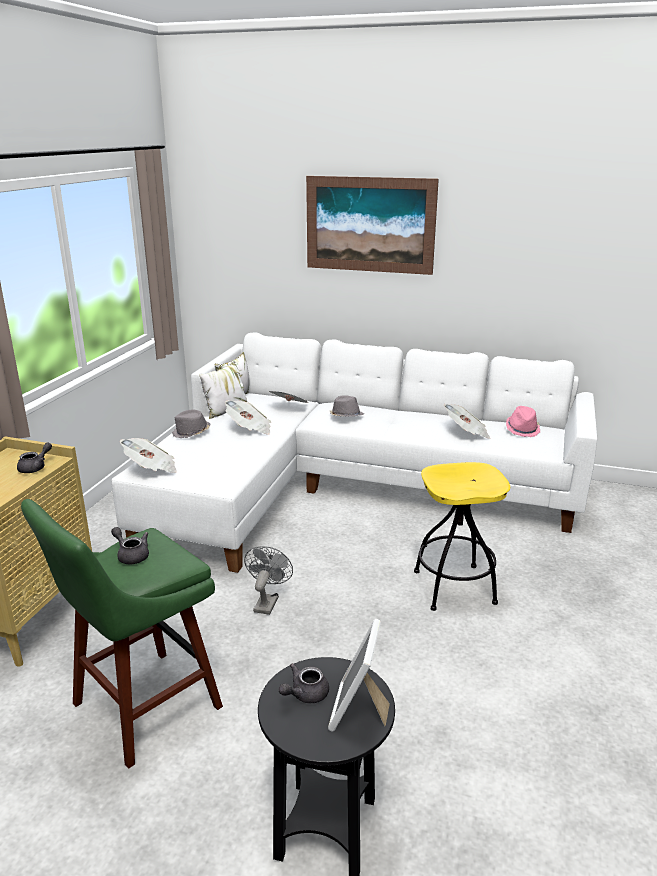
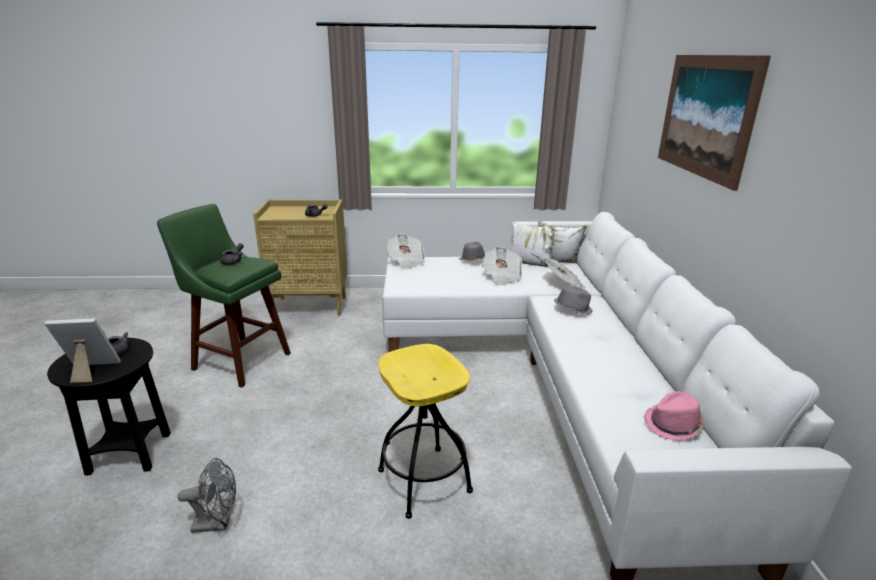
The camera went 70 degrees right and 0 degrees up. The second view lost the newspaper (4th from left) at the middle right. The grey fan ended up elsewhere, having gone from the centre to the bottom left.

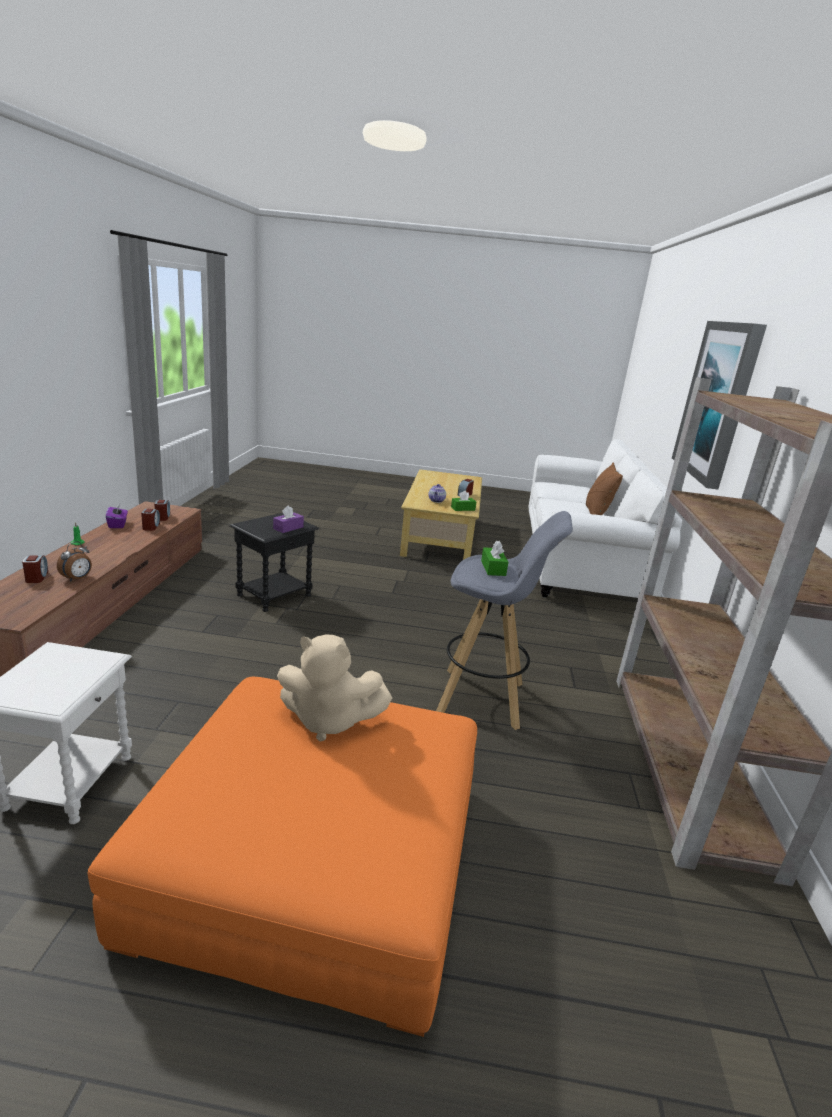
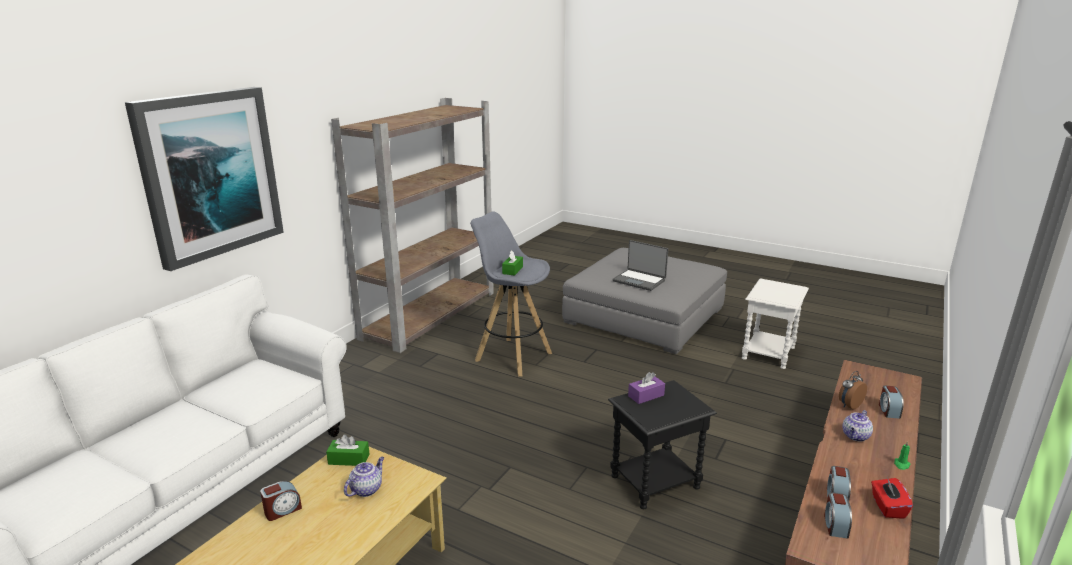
The camera went 155 degrees left and 0 degrees up. The second view lost the brown pillow at the middle right. What was the purple tissue box (1st from left) at the middle left turned into the red tissue box at the bottom right. Where the beige plush toy stood at the centre, the laptop came to stand at the centre. What was the orange ottoman at the bottom centre turned into the grey ottoman at the centre. The second view gained the teapot (2nd from left) at the bottom right.

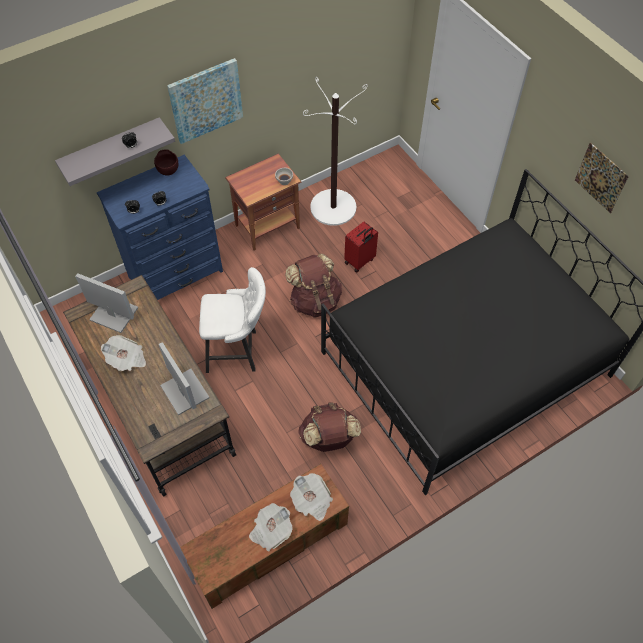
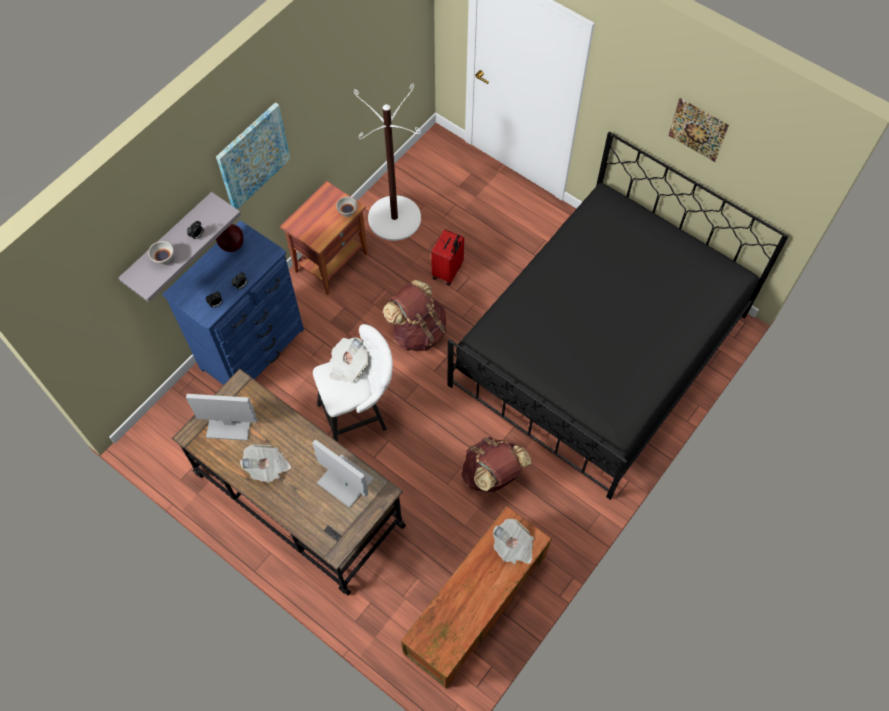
The camera went 20 degrees left and 5 degrees up. The newspaper (2nd from left) ended up elsewhere, having gone from the bottom centre to the centre. The second view gained the white bowl (1st from left) at the middle left.

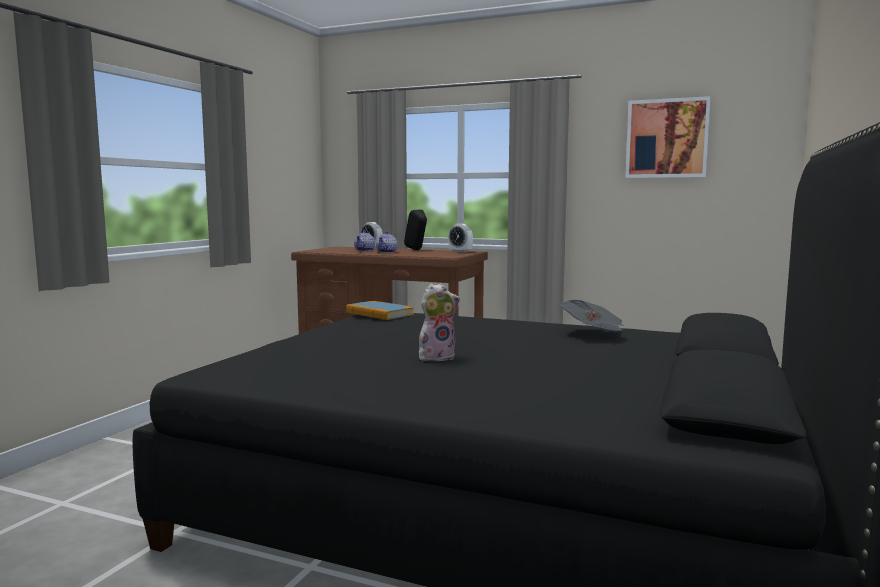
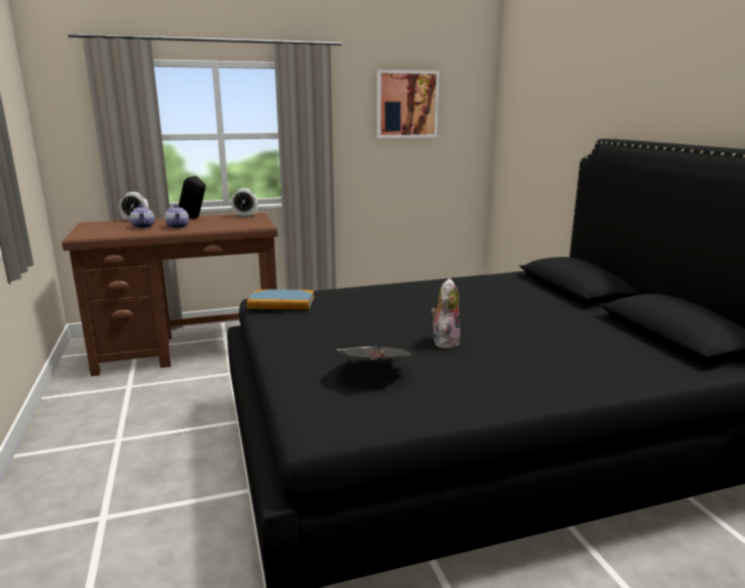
The camera went 40 degrees left and 10 degrees up. The newspaper ended up elsewhere, having gone from the middle right to the centre.

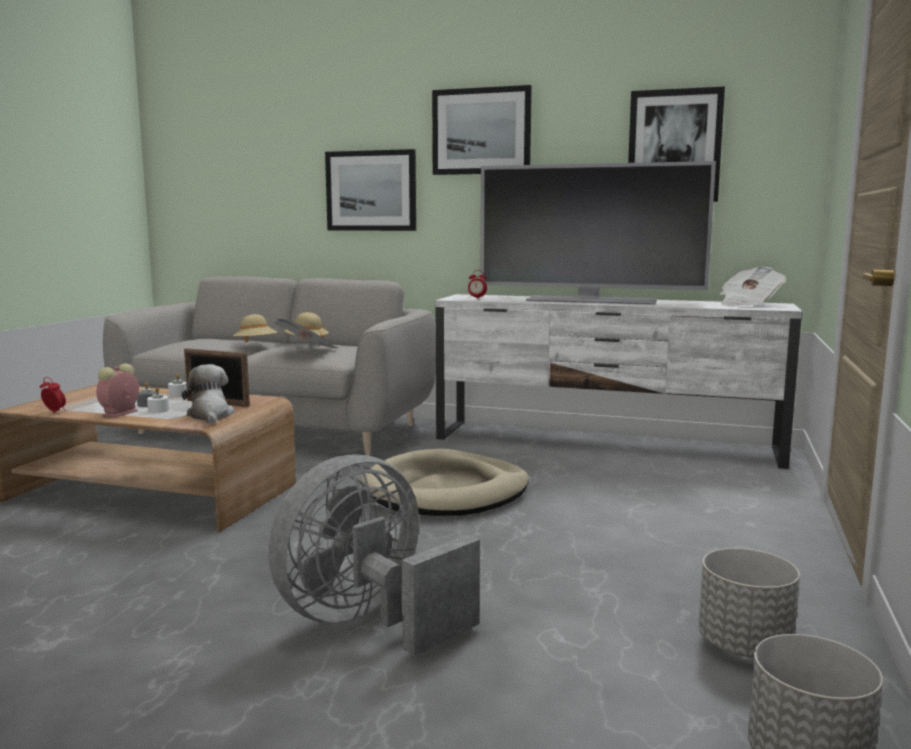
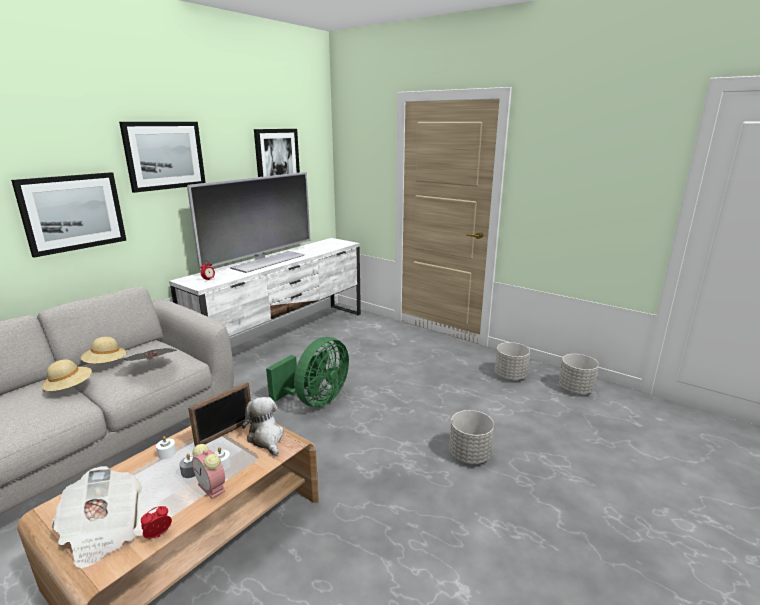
The camera went 70 degrees left and 10 degrees up. The newspaper (2nd from left in the first image) ended up elsewhere, having gone from the middle right to the bottom left. The plush toy at the middle left ended up facing another way, 60 degrees clockwise from before. Where the beige dog bed stood at the centre, the green fan came to stand at the centre. Where the grey fan stood at the bottom centre, the grey planter (1st from left) came to stand at the bottom centre.

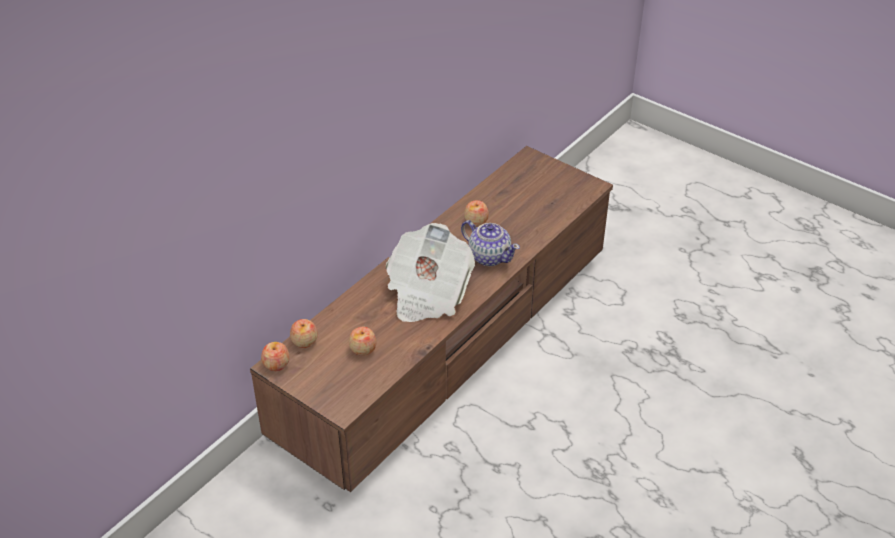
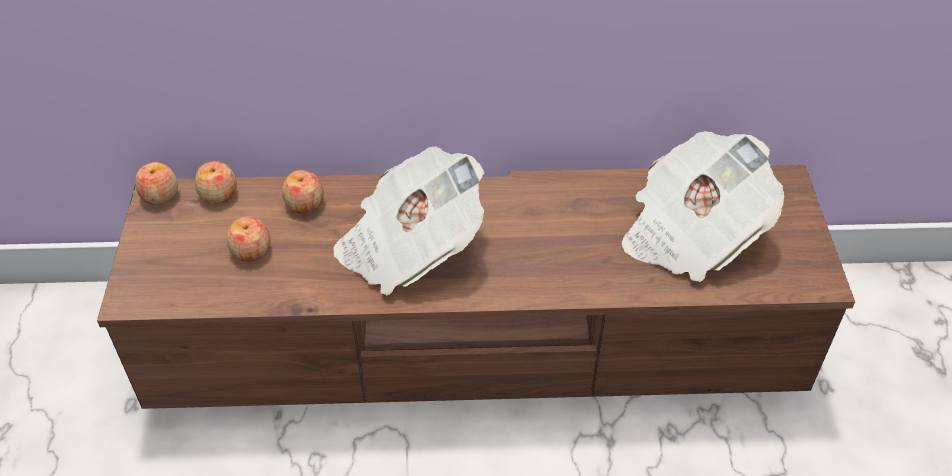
The camera went 50 degrees right and 5 degrees up. The apple (4th from left) ended up elsewhere, having gone from the centre to the middle left. The second view lost the teapot at the centre. The second view gained the newspaper (2nd from left) at the middle right.

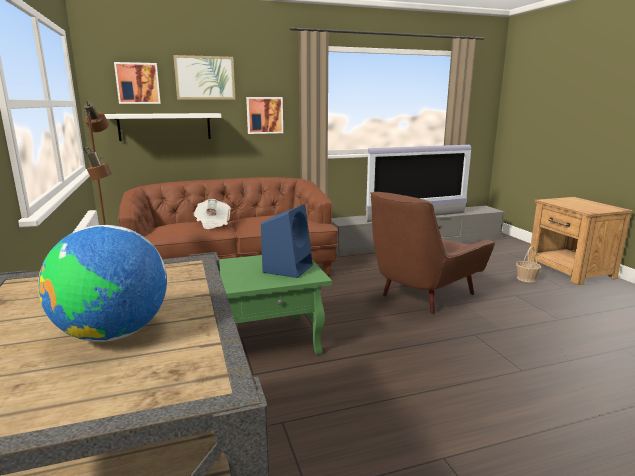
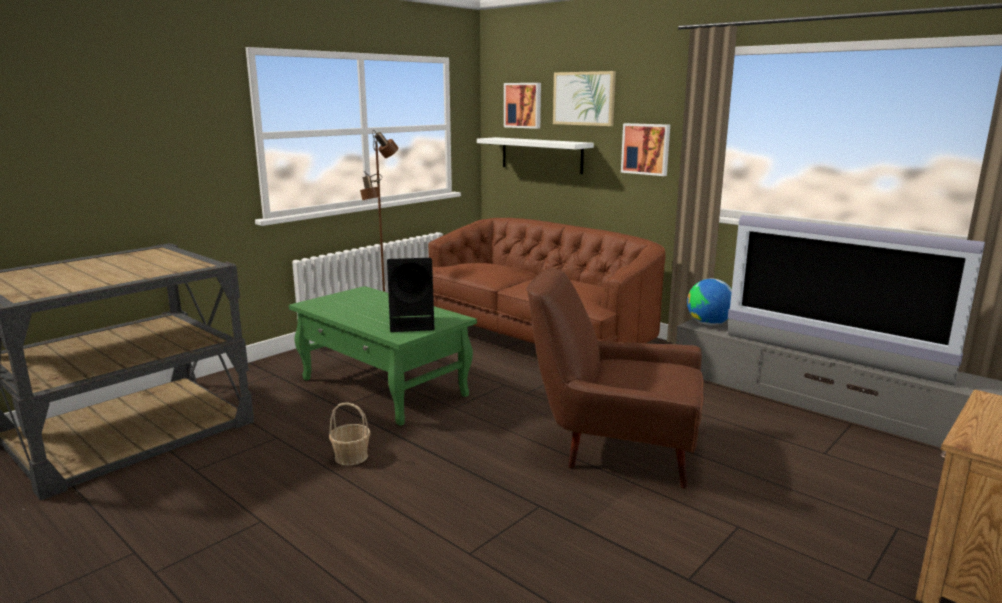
The camera went 60 degrees right and 0 degrees up. The second view lost the newspaper at the centre. What was the blue speaker at the centre turned into the black speaker at the centre. The globe ended up elsewhere, having gone from the middle left to the middle right. The basket ended up elsewhere, having gone from the middle right to the bottom centre.

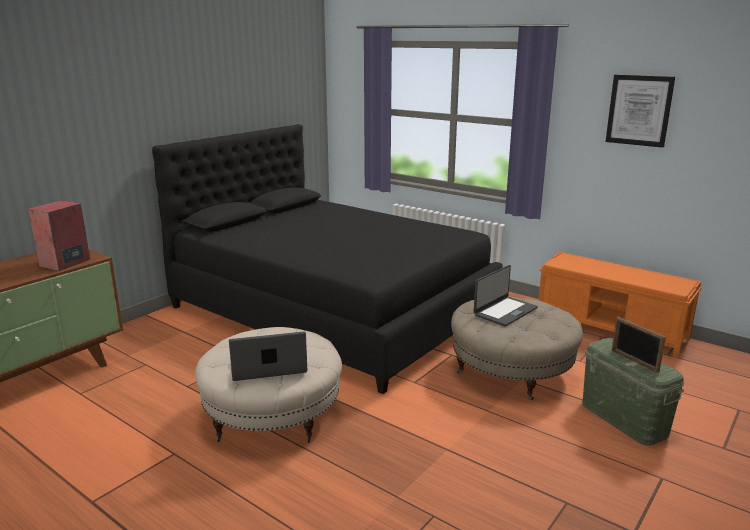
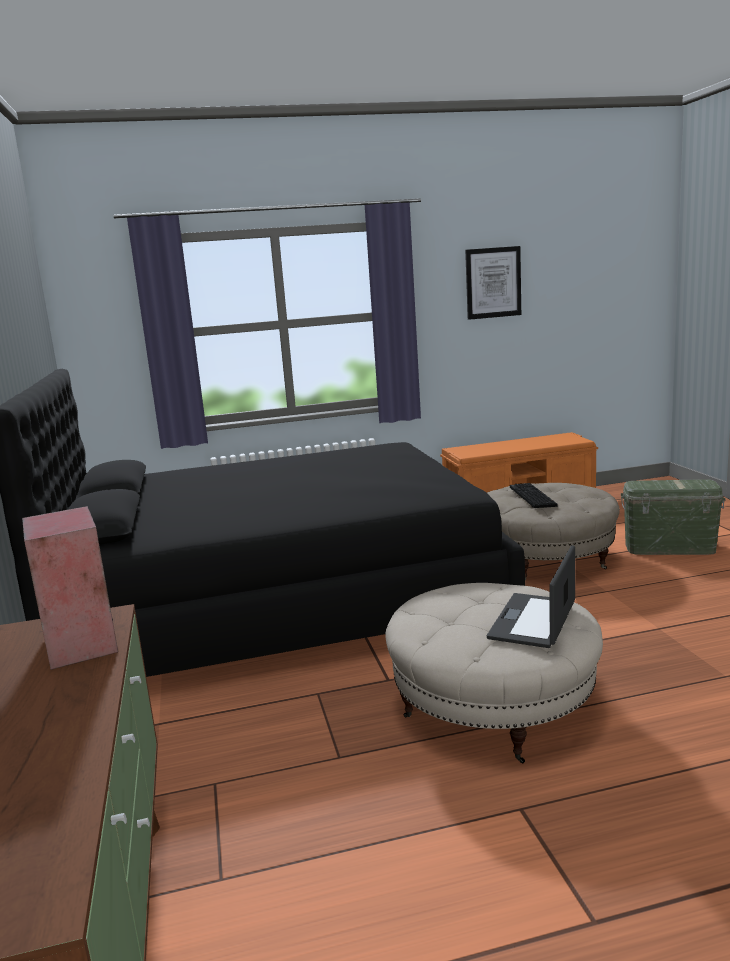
The camera went 50 degrees left and 5 degrees down. Where the laptop (2nd from left) stood at the middle right, the keyboard came to stand at the middle right. The second view lost the picture frame at the middle right.

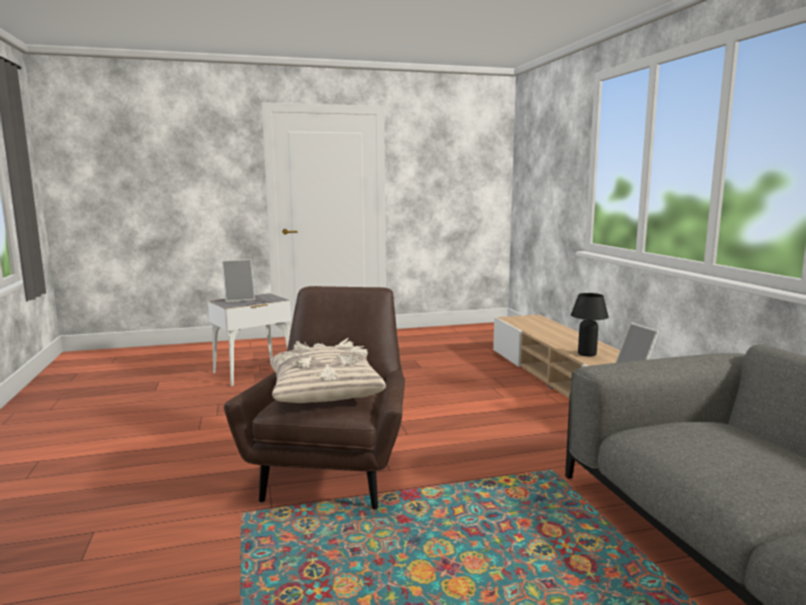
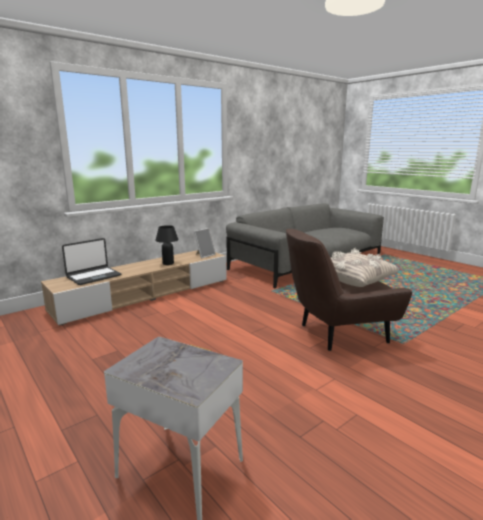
The camera went 115 degrees left and 5 degrees up. The second view lost the picture frame (1st from left) at the middle left. The second view gained the laptop at the middle left.

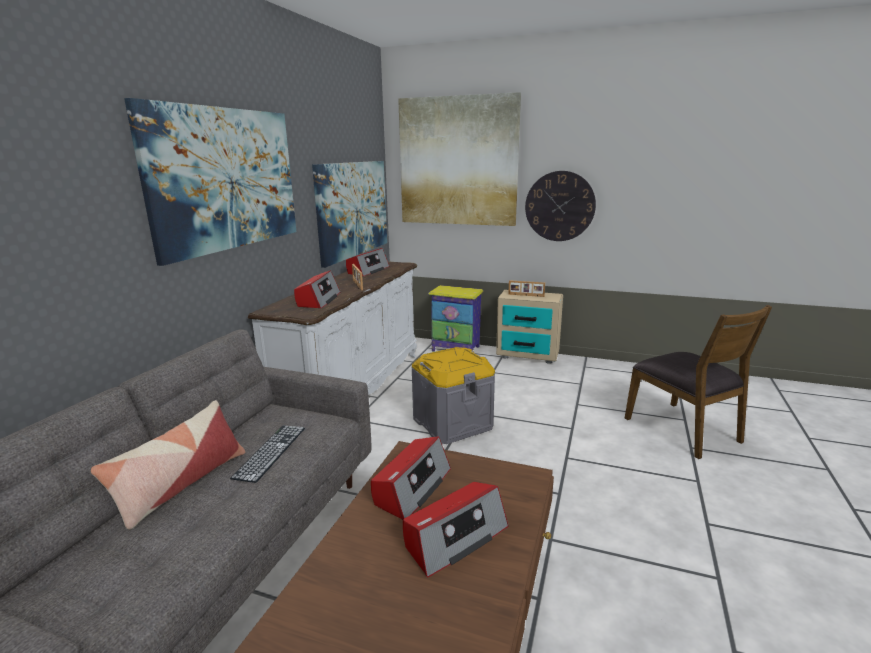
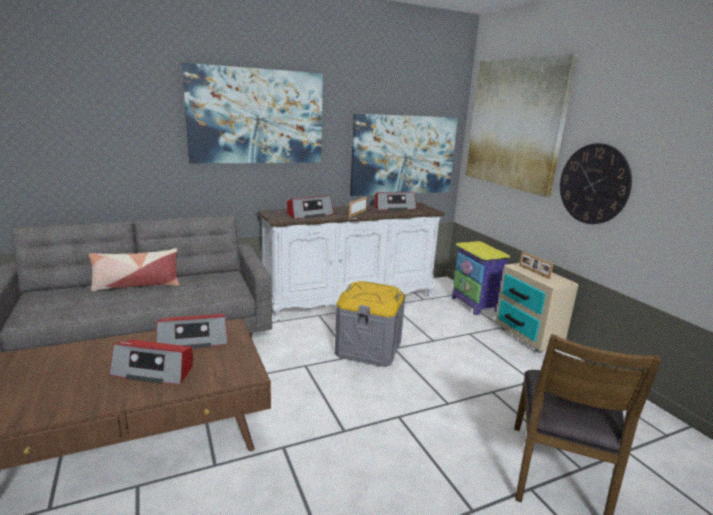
The camera went 45 degrees right and 0 degrees up. The second view lost the keyboard at the bottom left.

